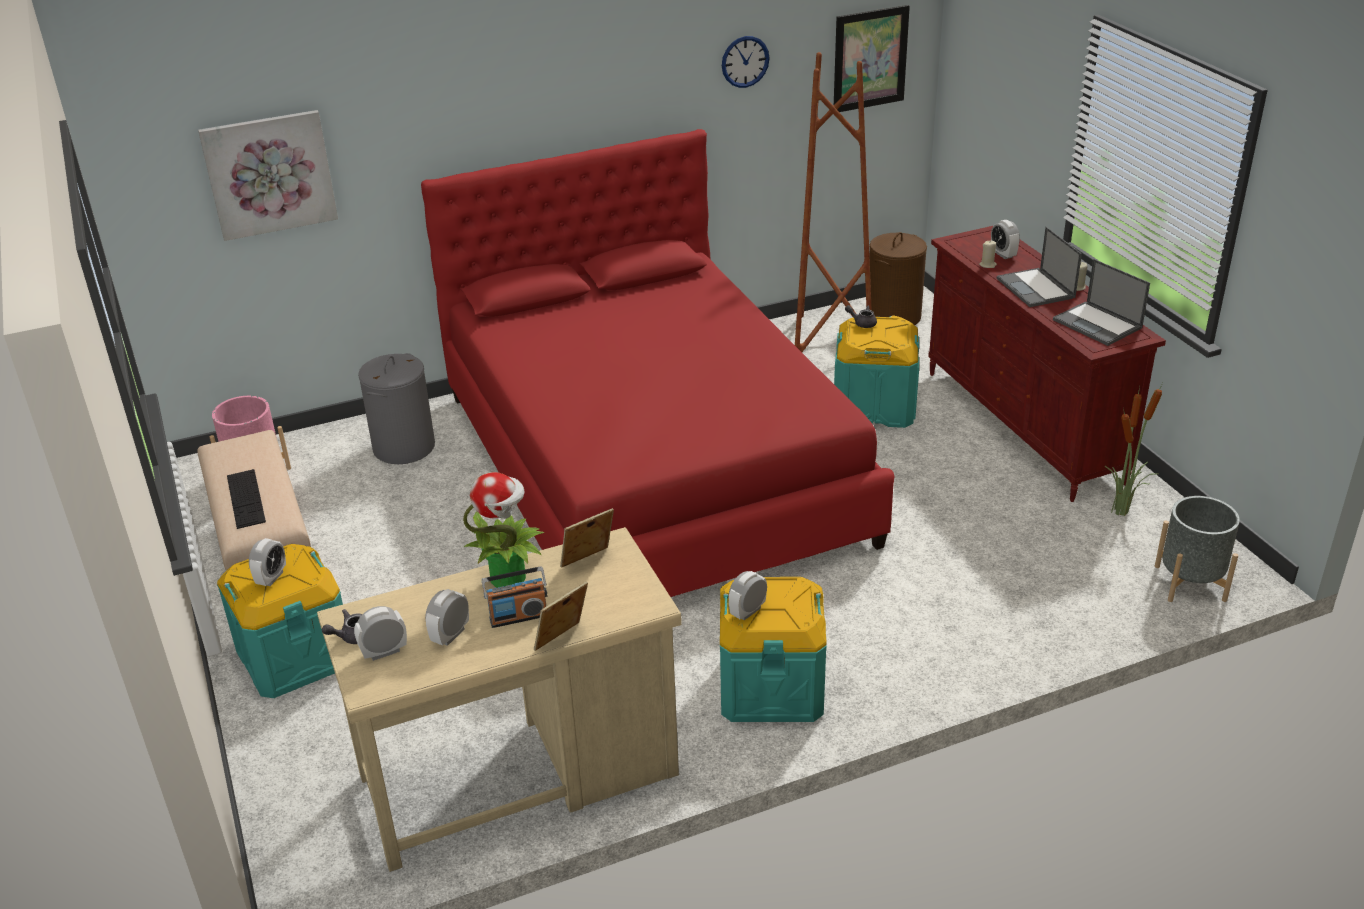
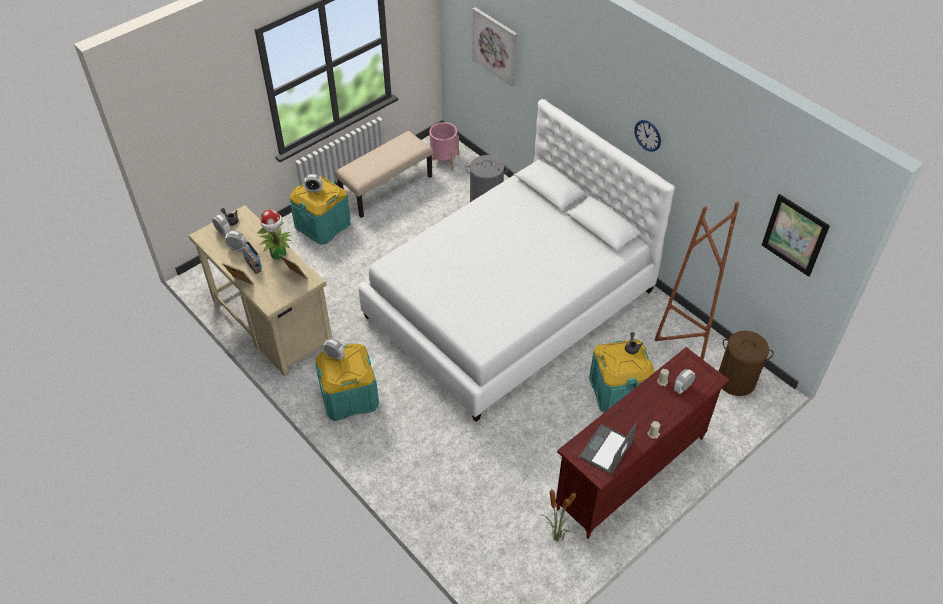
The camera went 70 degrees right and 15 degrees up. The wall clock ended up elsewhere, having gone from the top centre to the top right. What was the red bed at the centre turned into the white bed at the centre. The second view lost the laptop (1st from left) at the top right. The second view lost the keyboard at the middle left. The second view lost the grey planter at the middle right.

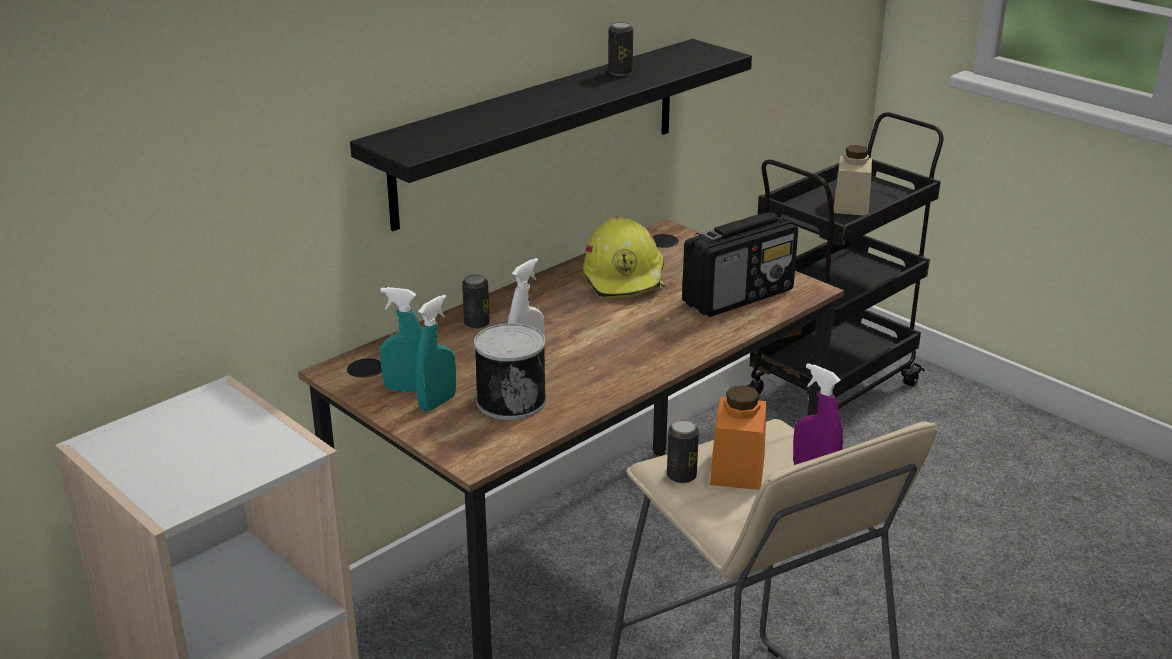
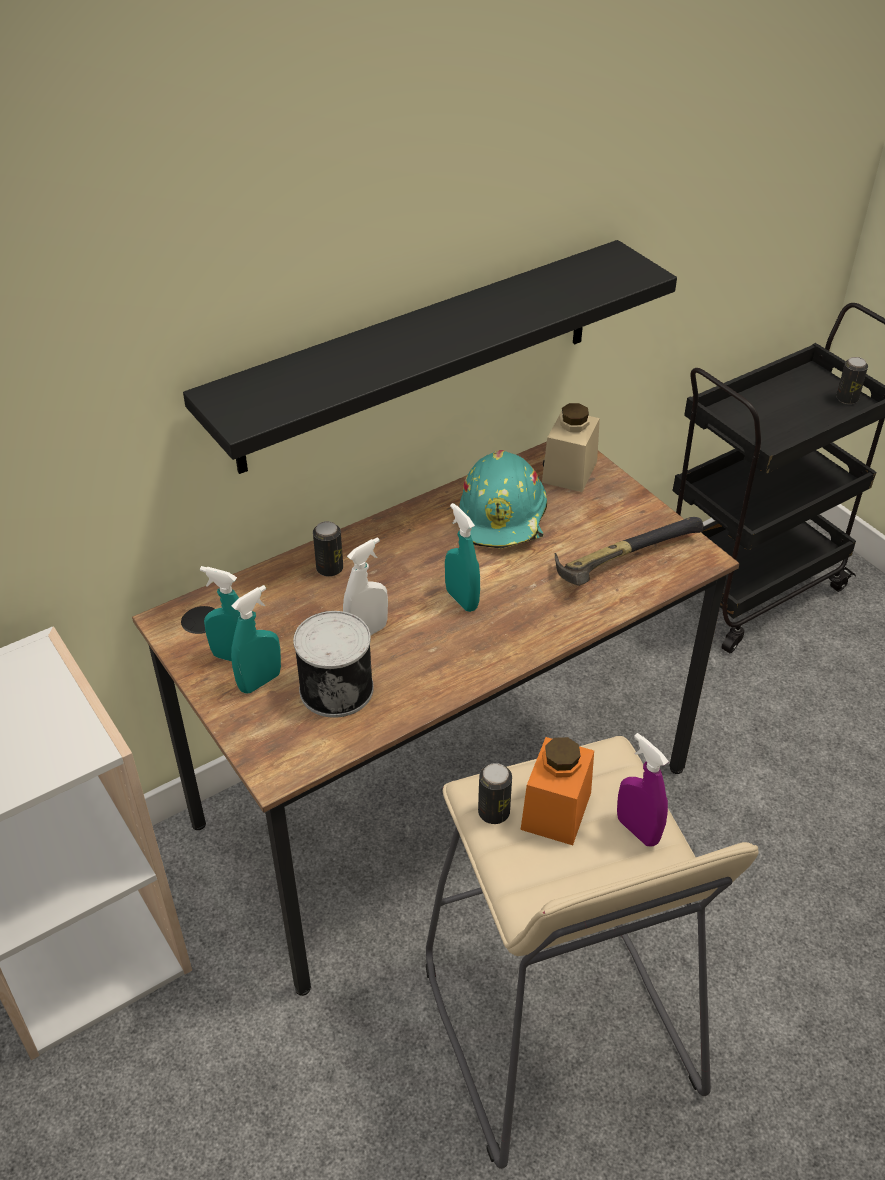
The camera went 10 degrees right and 15 degrees up. The can (3rd from left in the first image) ended up elsewhere, having gone from the top centre to the top right. The beige jar ended up elsewhere, having gone from the top right to the centre. Where the radio stood at the centre, the hammer came to stand at the middle right. What was the yellow hard hat at the centre turned into the turquoise hard hat at the centre. The second view gained the turquoise spray bottle (3rd from left) at the centre.

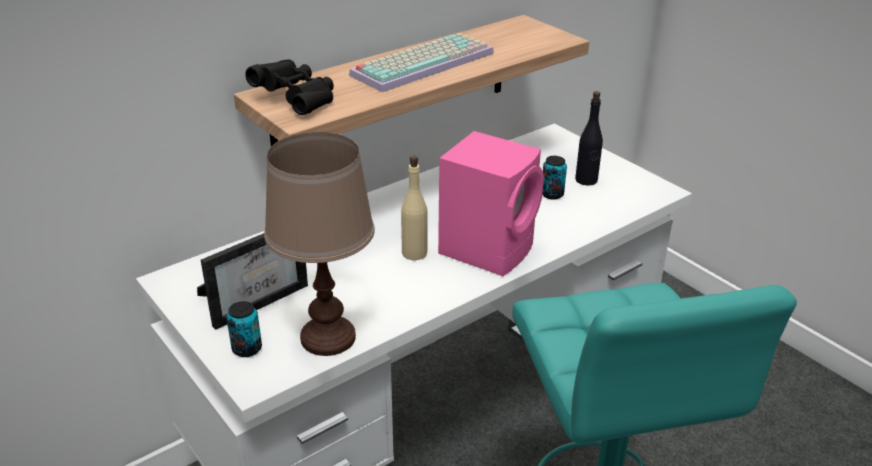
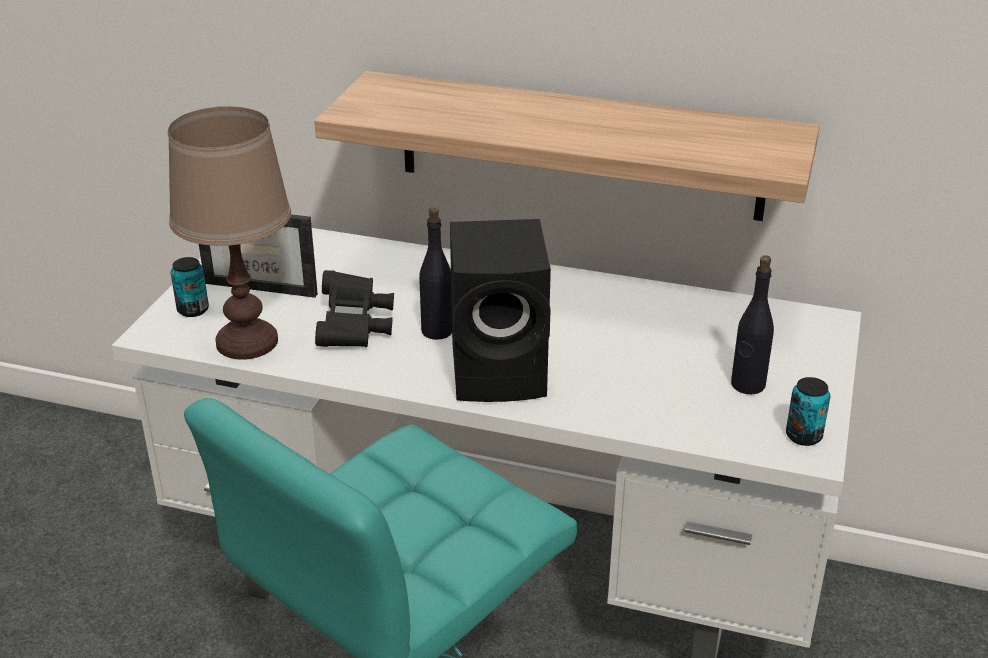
The camera went 55 degrees right and 0 degrees up. The second view lost the keyboard at the top centre. The black binoculars ended up elsewhere, having gone from the top left to the centre. What was the pink speaker at the centre turned into the black speaker at the centre. What was the beige bottle at the centre turned into the black bottle (1st from left) at the centre. The can (2nd from left) ended up elsewhere, having gone from the centre to the middle right.

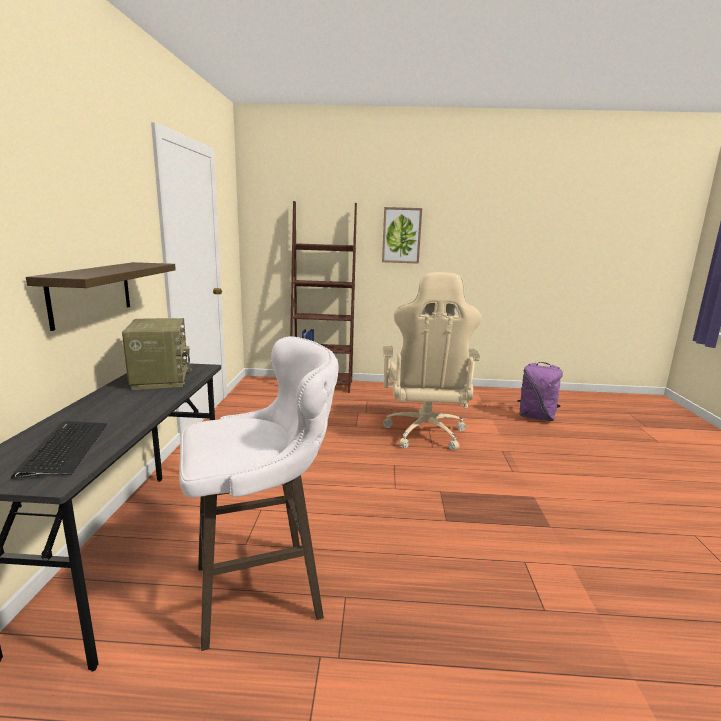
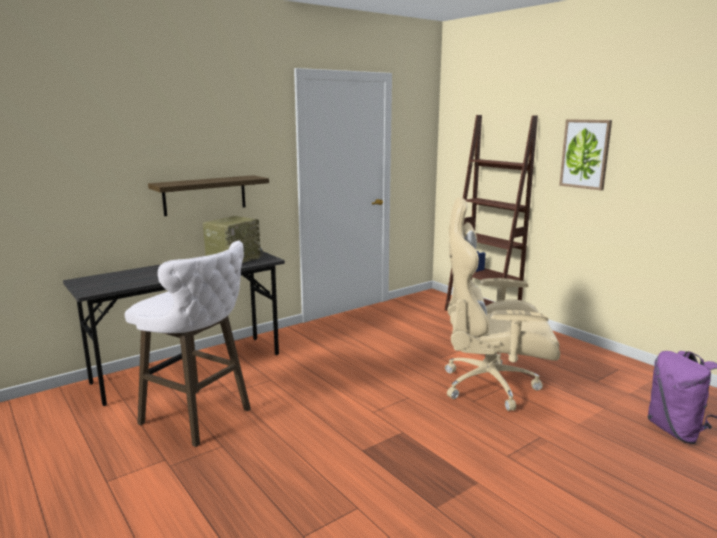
The camera went 50 degrees right and 0 degrees up. The beige office chair at the centre ended up facing another way, 45 degrees clockwise from before. The second view lost the keyboard at the middle left.

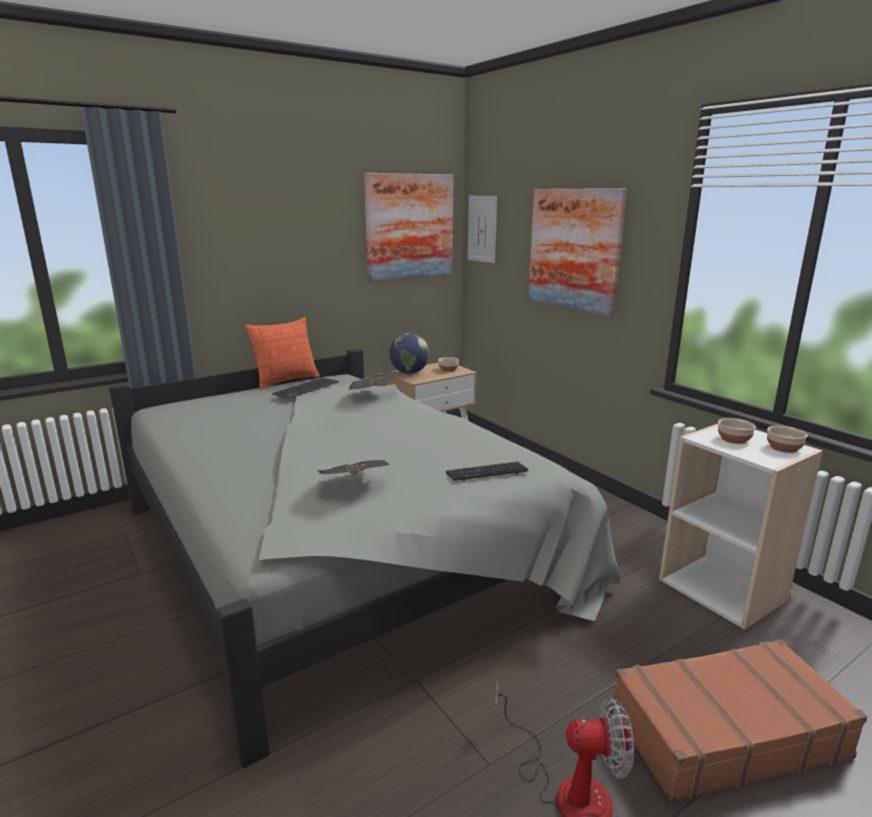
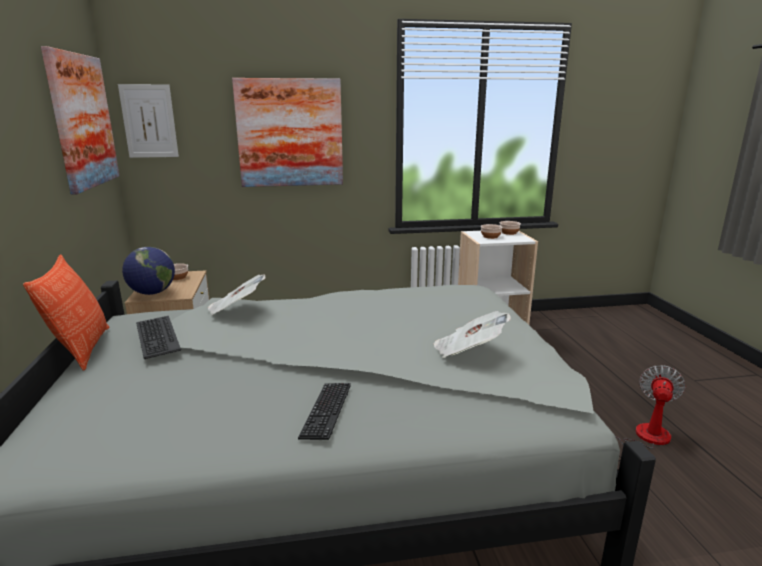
The camera went 65 degrees left and 0 degrees up. The keyboard (2nd from left) ended up elsewhere, having gone from the centre to the bottom centre. The second view lost the brown suitcase at the bottom right.

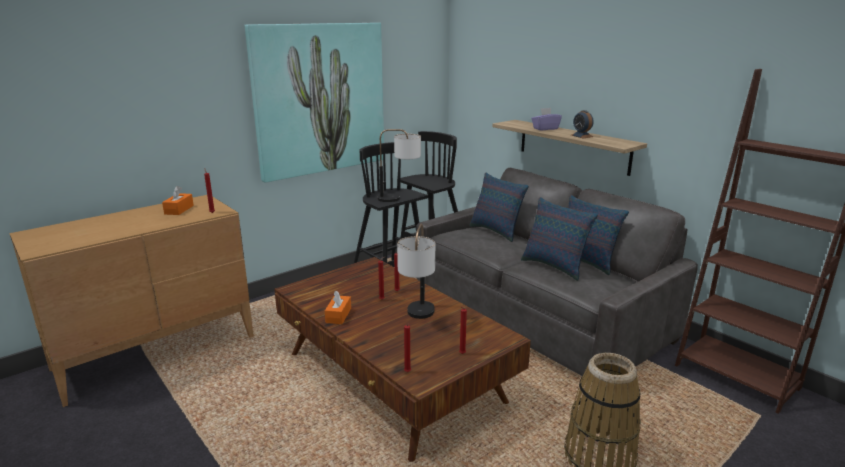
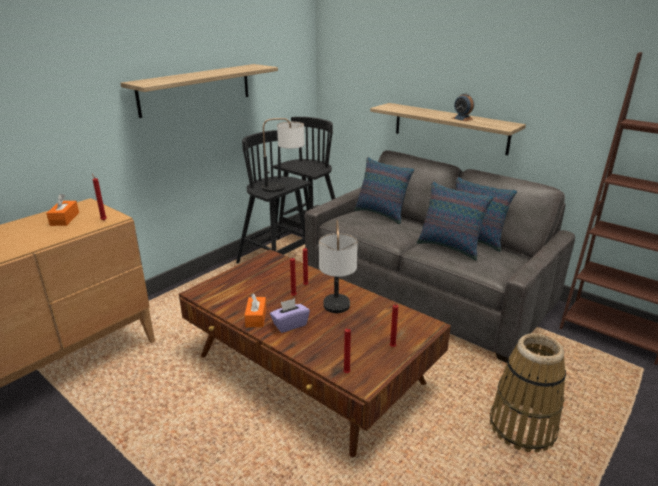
The camera went 10 degrees left and 5 degrees up. Where the picture hung at the top centre, the shelf (1st from left) came to hang at the top left. The purple tissue box ended up elsewhere, having gone from the top centre to the centre.

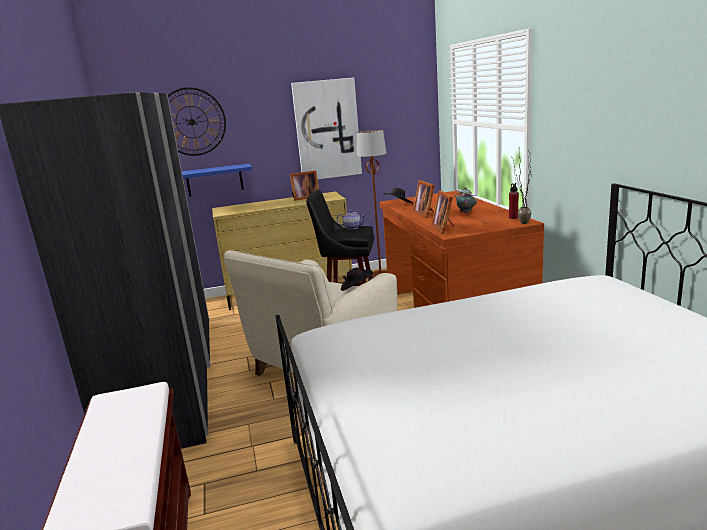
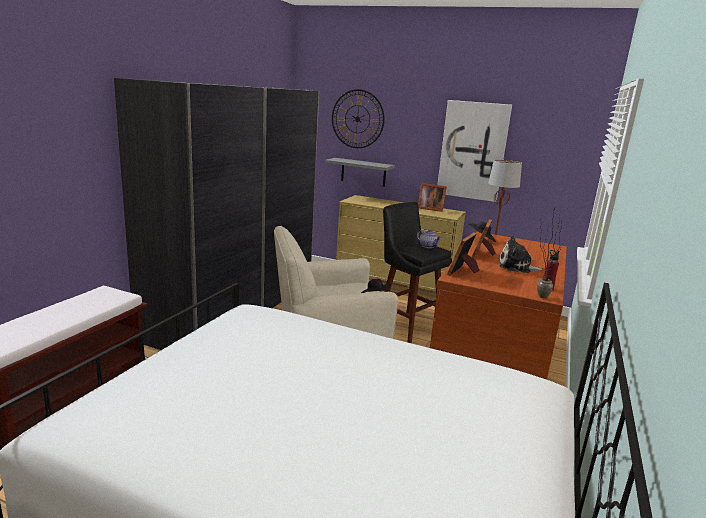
The camera went 35 degrees right and 0 degrees up. What was the blue shelf at the middle left turned into the grey shelf at the top centre. Where the teapot (2nd from left) stood at the centre, the plush toy came to stand at the middle right.

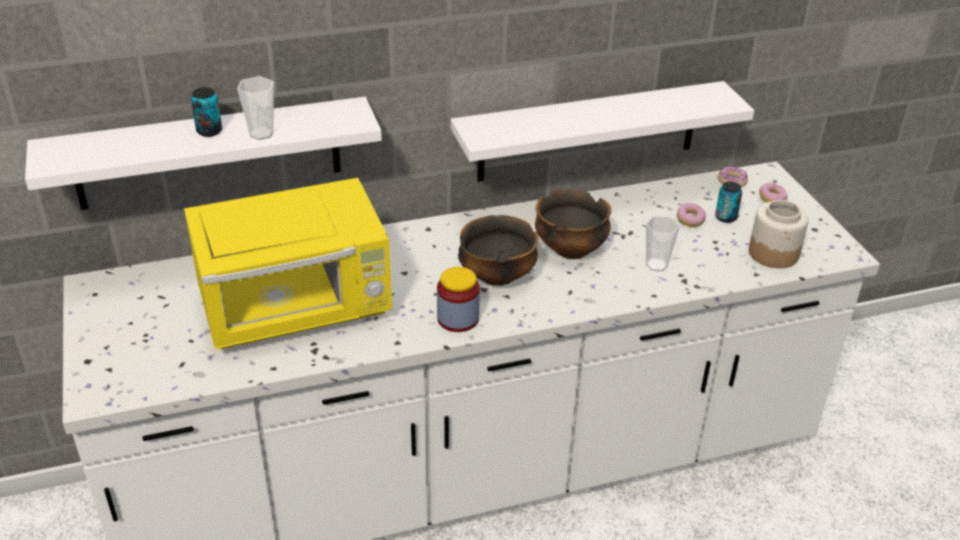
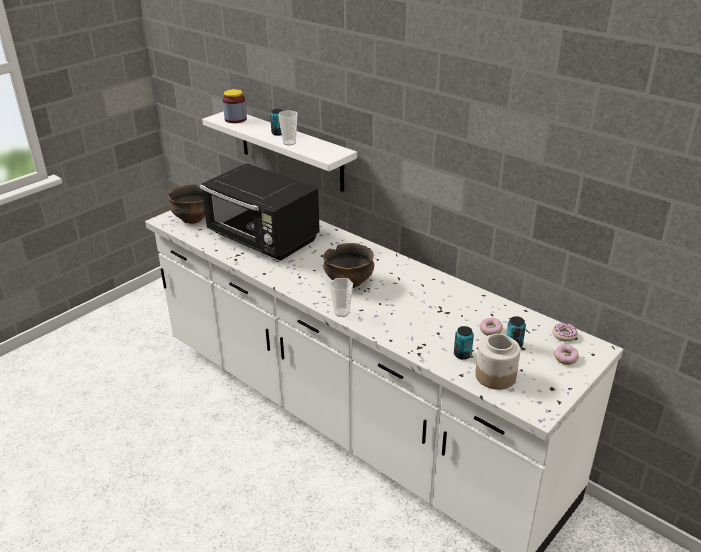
The camera went 60 degrees right and 5 degrees down. The second view lost the white shelf (2nd from left) at the top centre. What was the yellow microwave at the middle left turned into the black microwave at the centre. The bowl (2nd from left in the first image) ended up elsewhere, having gone from the centre to the middle left. The cup (2nd from left) ended up elsewhere, having gone from the middle right to the centre. The jar (1st from left) ended up elsewhere, having gone from the centre to the top centre. The second view gained the can (2nd from left) at the centre.

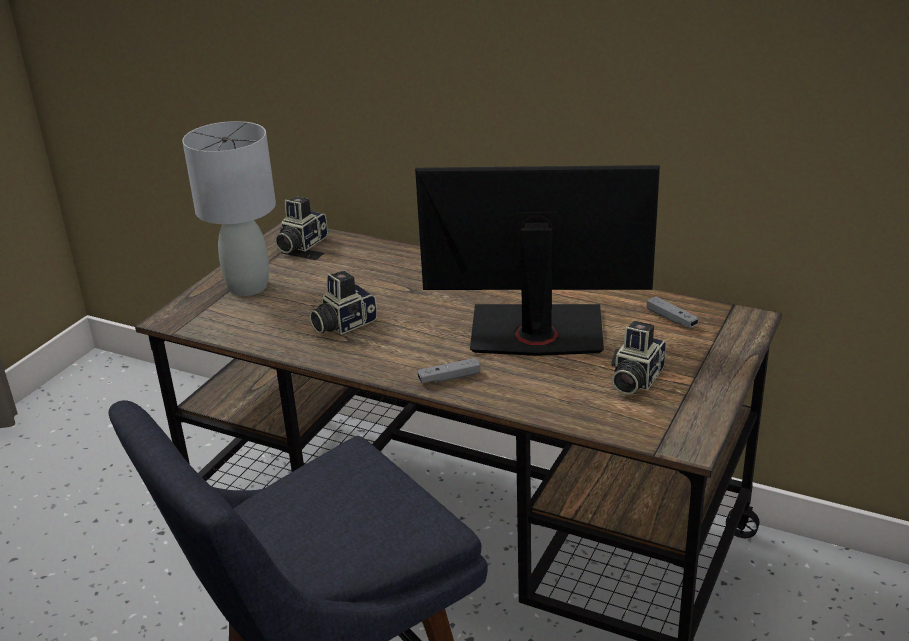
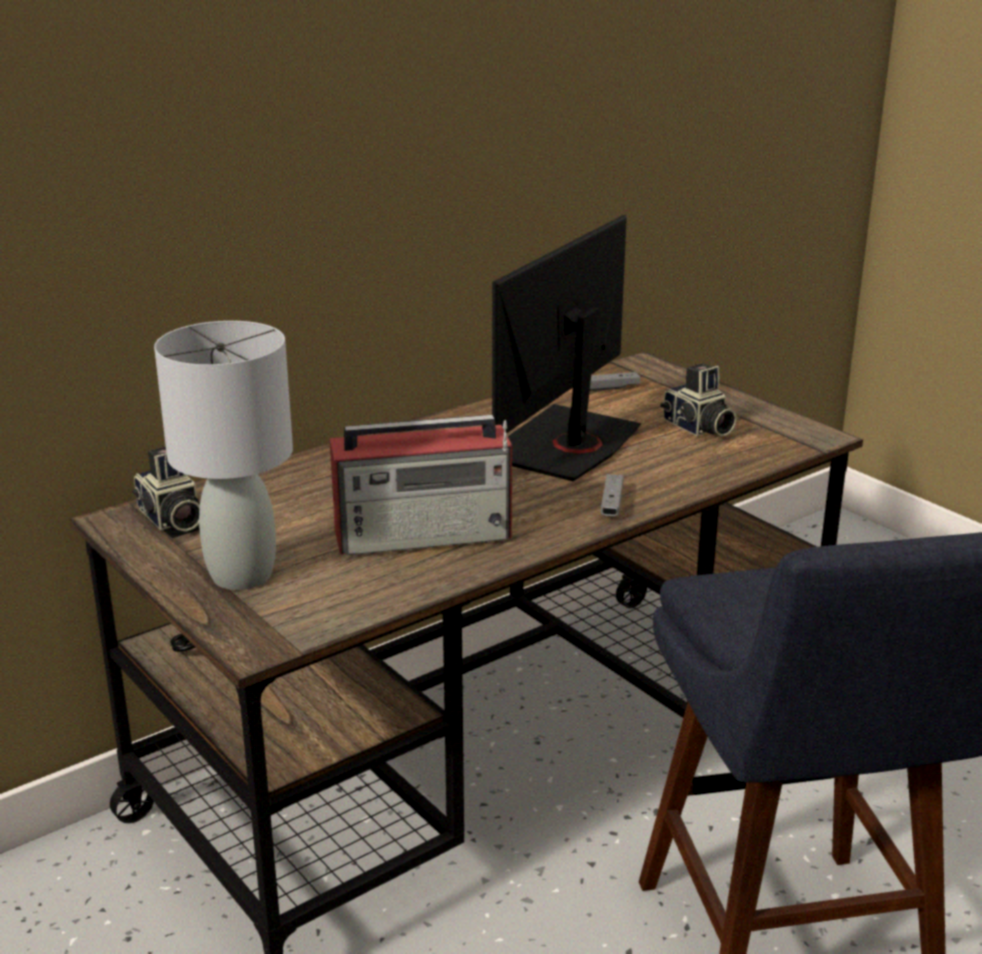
The camera went 65 degrees left and 5 degrees down. Where the photo camera (2nd from left) stood at the centre, the radio came to stand at the centre.

